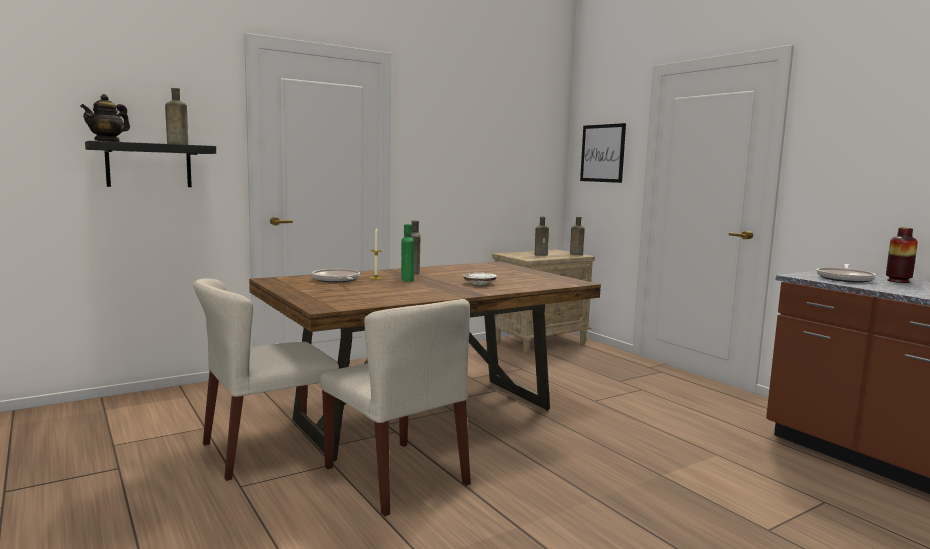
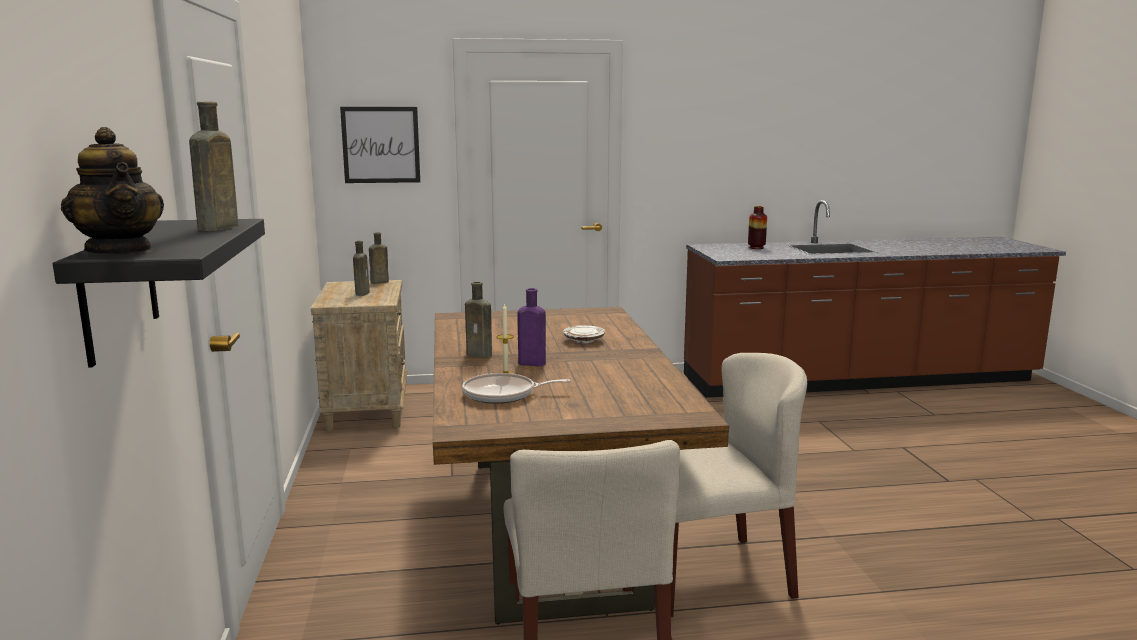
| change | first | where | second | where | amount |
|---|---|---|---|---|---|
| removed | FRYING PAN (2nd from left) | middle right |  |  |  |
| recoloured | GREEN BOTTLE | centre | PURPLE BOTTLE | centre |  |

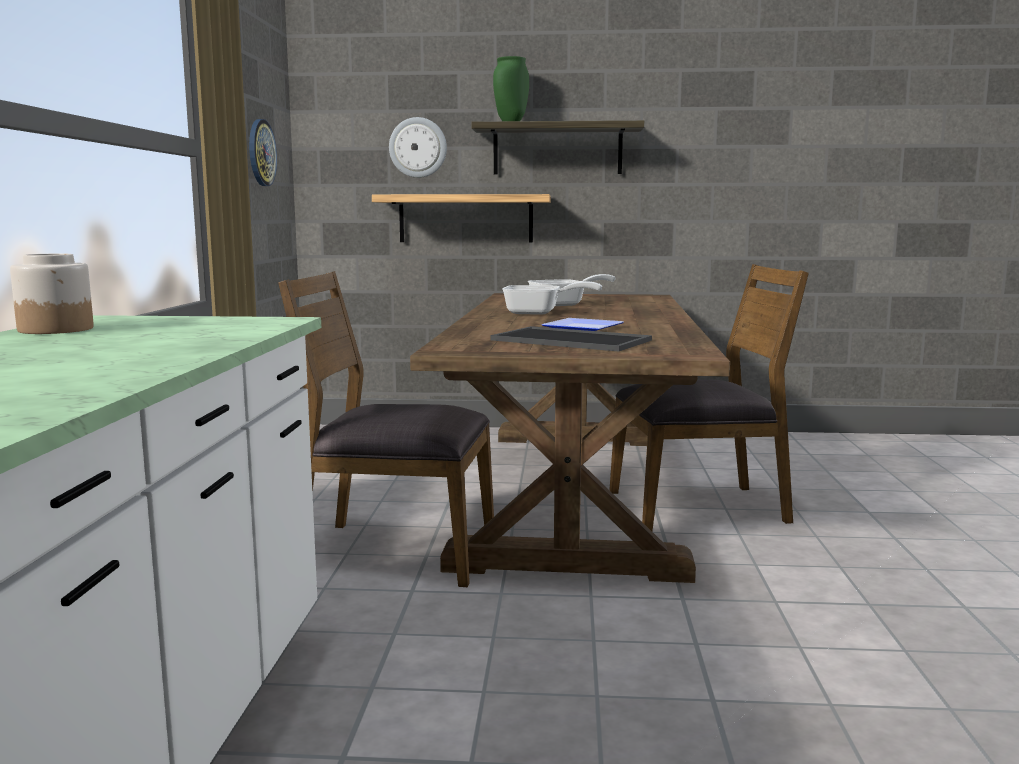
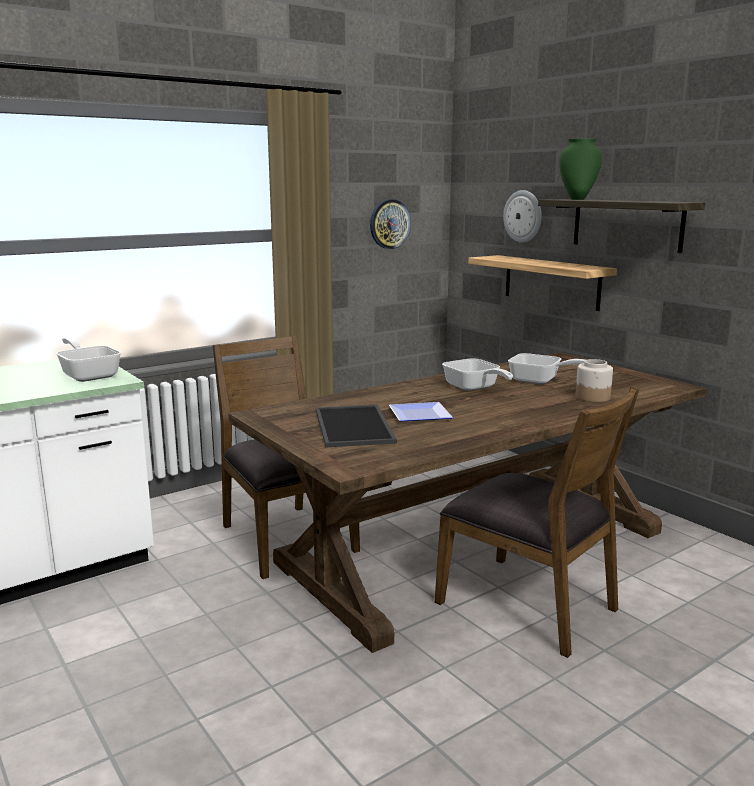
| change | first | where | second | where | amount |
|---|---|---|---|---|---|
| added |  |  | FRYING PAN (1st from left) | middle left |  |
| moved | JAR | middle left |  | middle right |  |

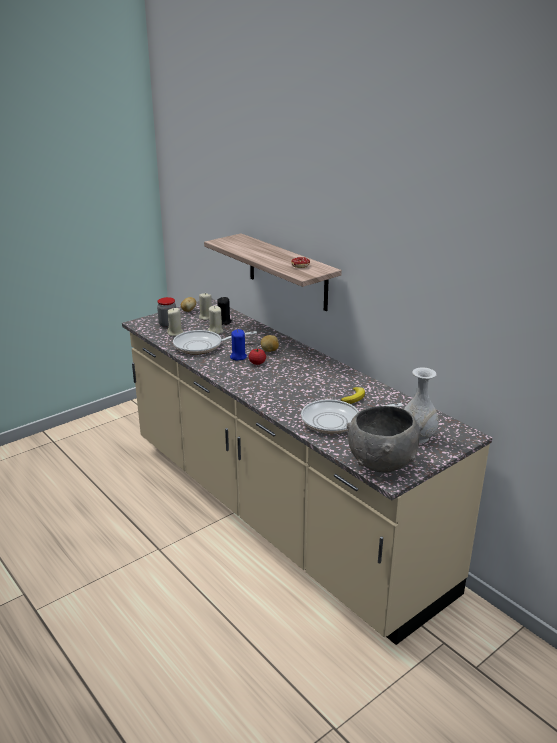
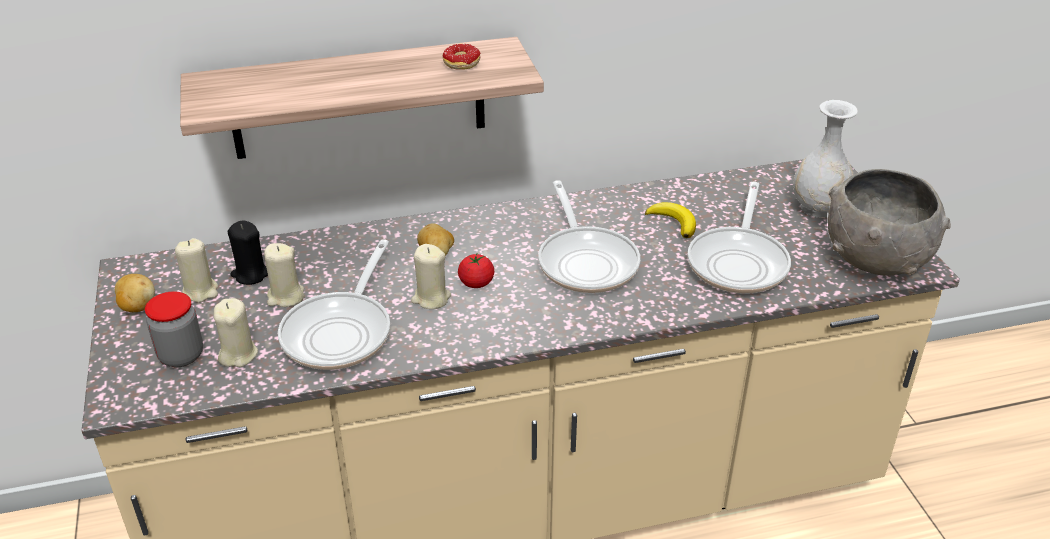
| change | first | where | second | where | amount |
|---|---|---|---|---|---|
| added |  |  | FRYING PAN (2nd from left) | centre |  |
| recoloured | BLUE CANDLE | centre | BEIGE CANDLE (4th from left) | centre |  |

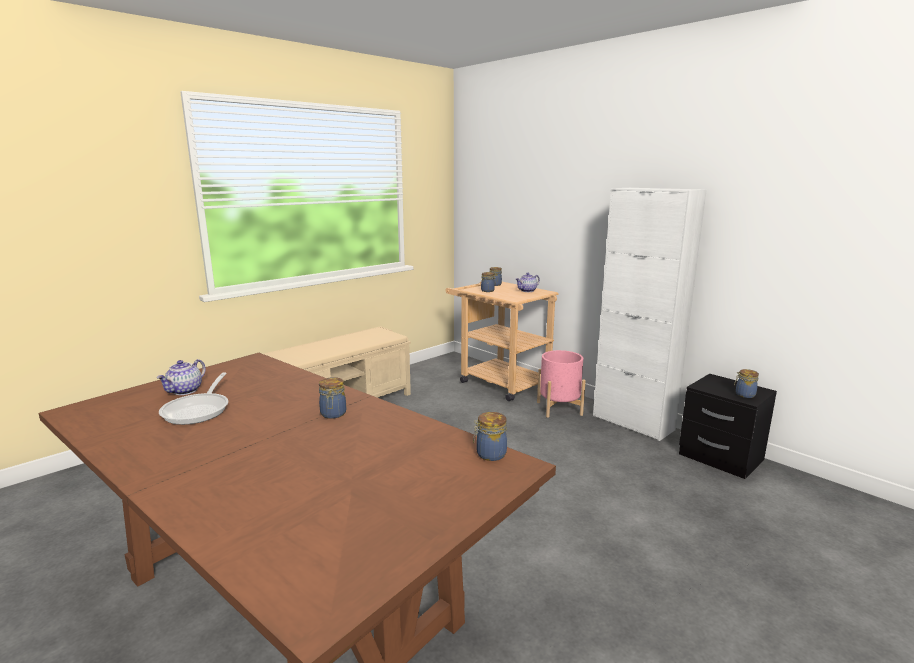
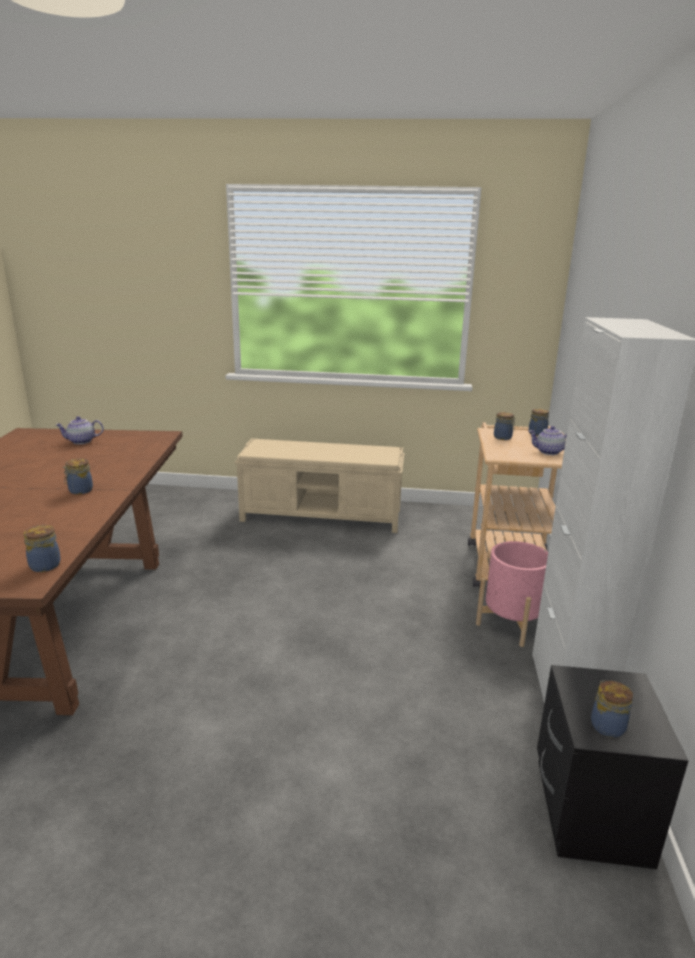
| change | first | where | second | where | amount |
|---|---|---|---|---|---|
| removed | FRYING PAN | middle left |  |  |  |

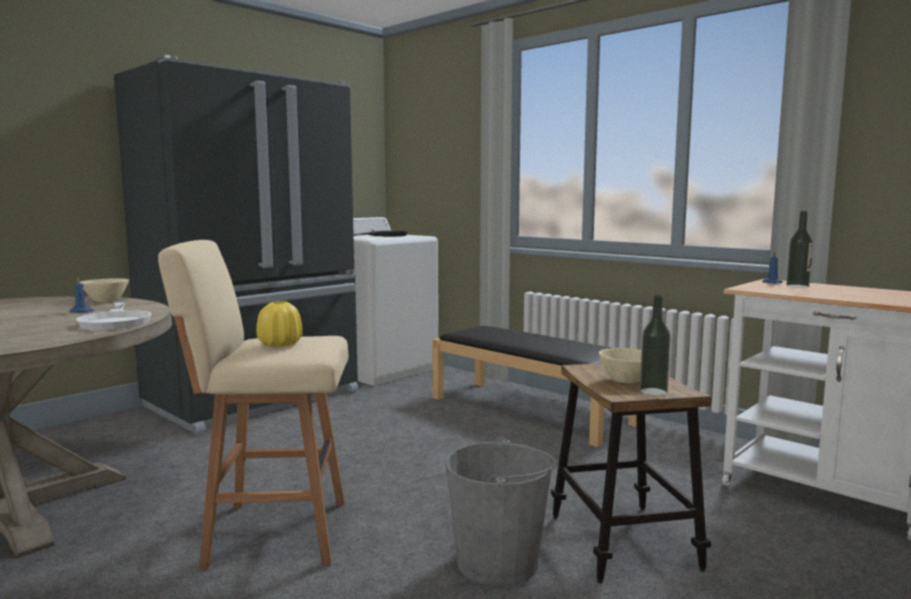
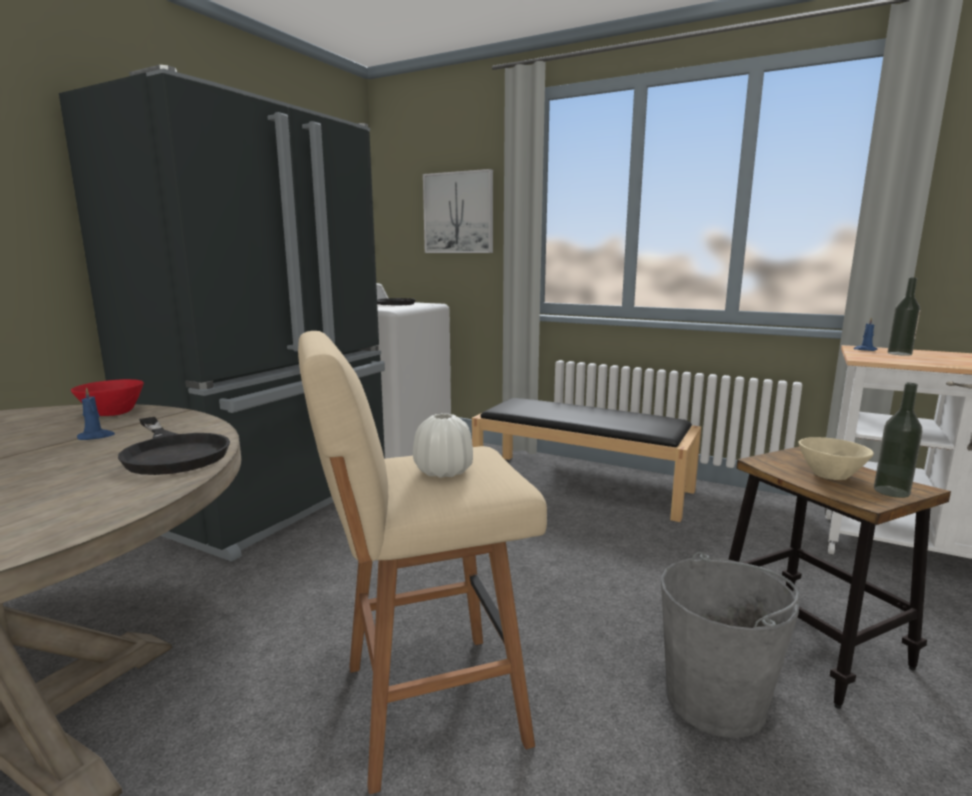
| change | first | where | second | where | amount |
|---|---|---|---|---|---|
| added |  |  | PICTURE | top centre |  |
| recoloured | WHITE FRYING PAN | middle left | BLACK FRYING PAN (1st from left) | middle left |  |
| recoloured | BEIGE BOWL (1st from left) | middle left | RED BOWL | middle left |  |
| recoloured | YELLOW VASE | middle left | WHITE VASE | centre |  |

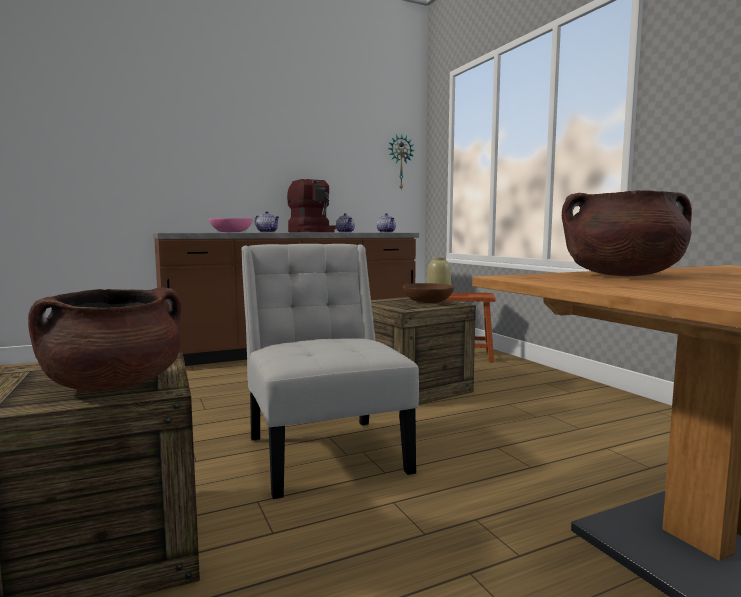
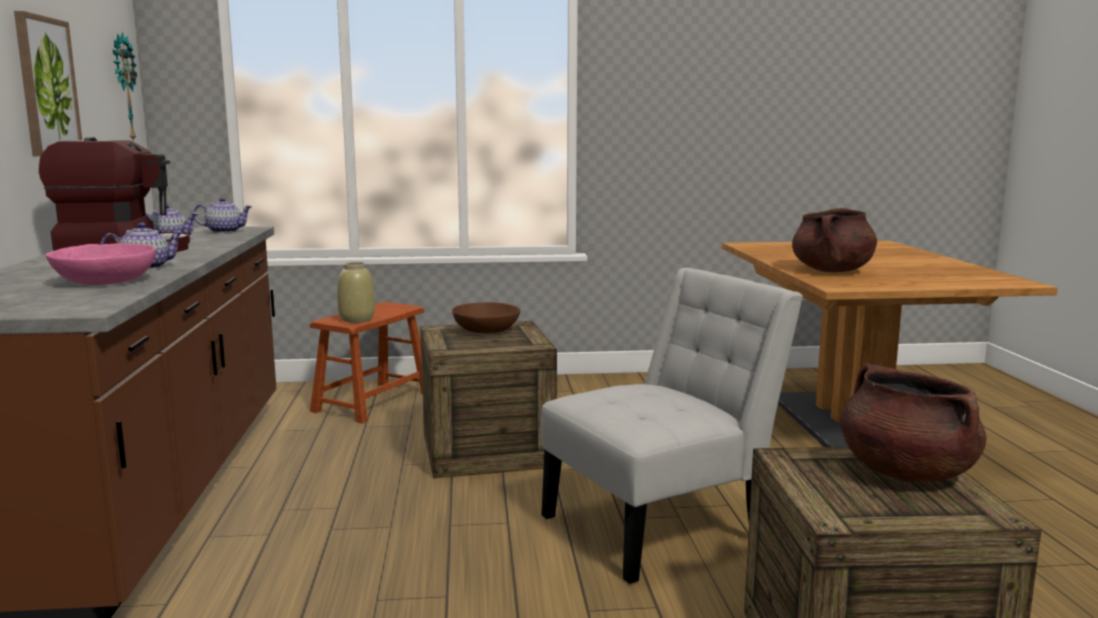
| change | first | where | second | where | amount |
|---|---|---|---|---|---|
| added |  |  | PICTURE | top left |  |
| turned | WHITE CHAIR | centre |  | bottom centre | 150 degrees clockwise |

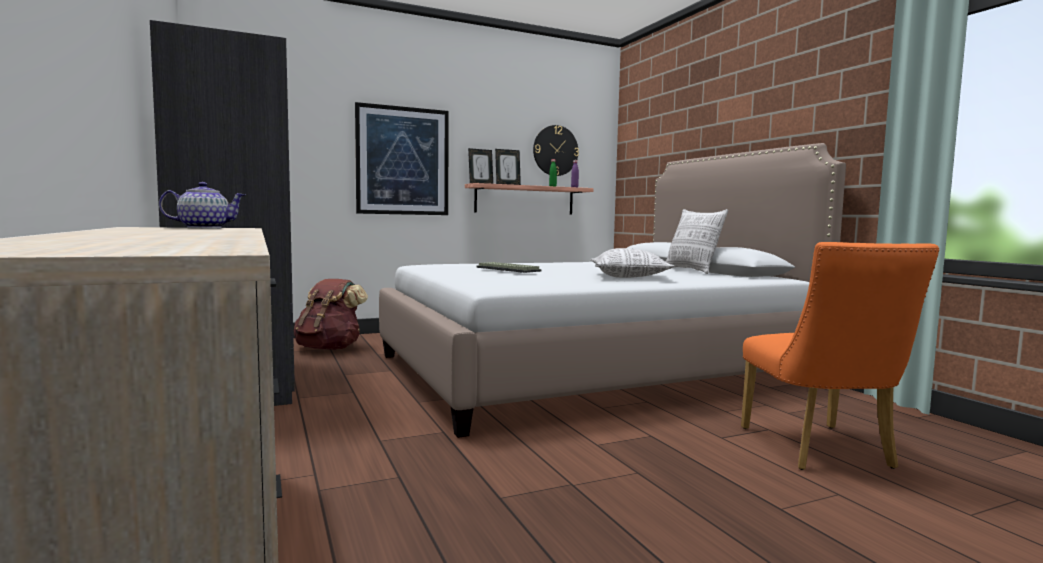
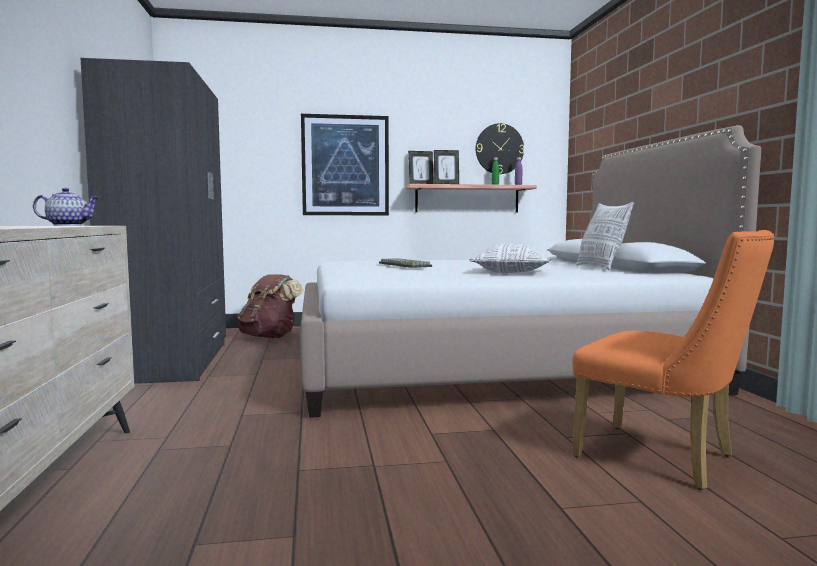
| change | first | where | second | where | amount |
|---|---|---|---|---|---|
| turned | ORANGE CHAIR | middle right |  | middle right | 60 degrees counterclockwise |

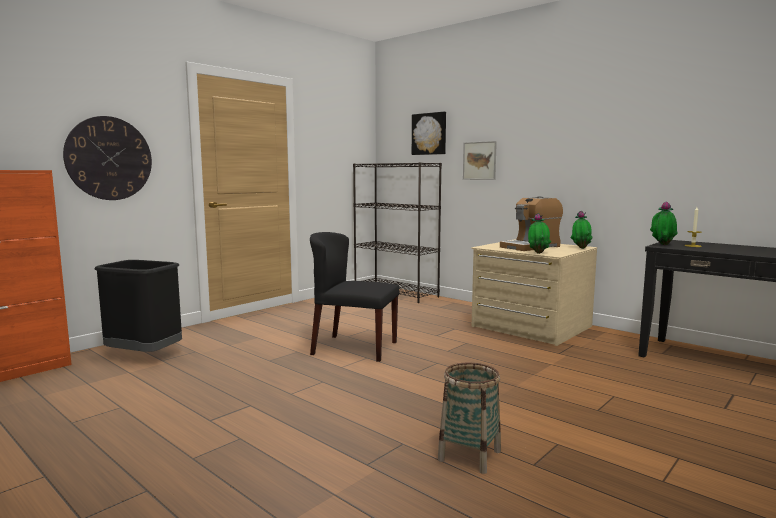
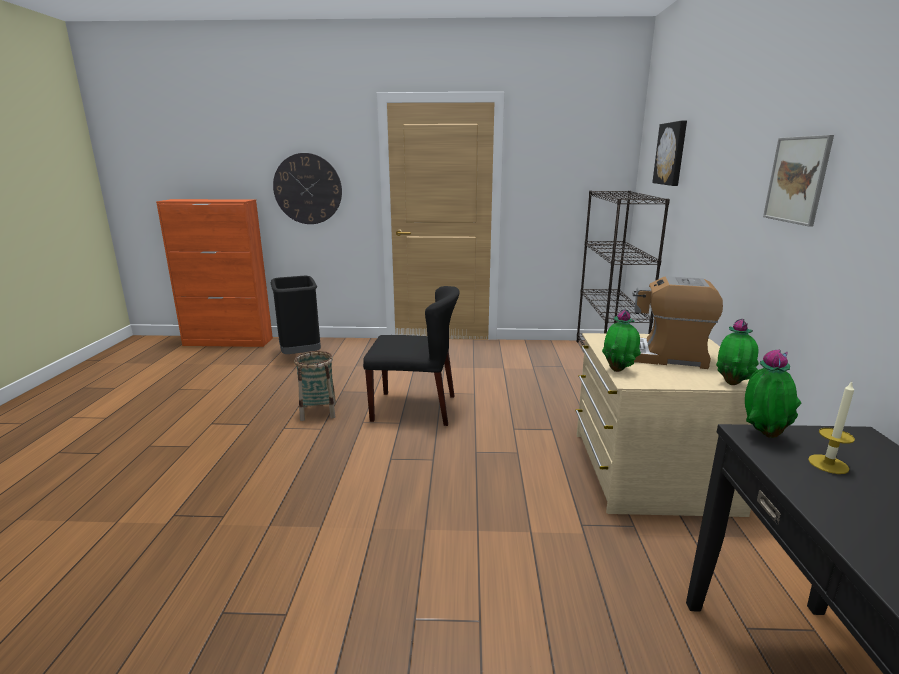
| change | first | where | second | where | amount |
|---|---|---|---|---|---|
| moved | BASKET | bottom centre |  | centre |  |
| moved | PICTURE (2nd from left) | top centre |  | top right |  |
| turned | BLACK CHAIR | centre |  | centre | 120 degrees clockwise |

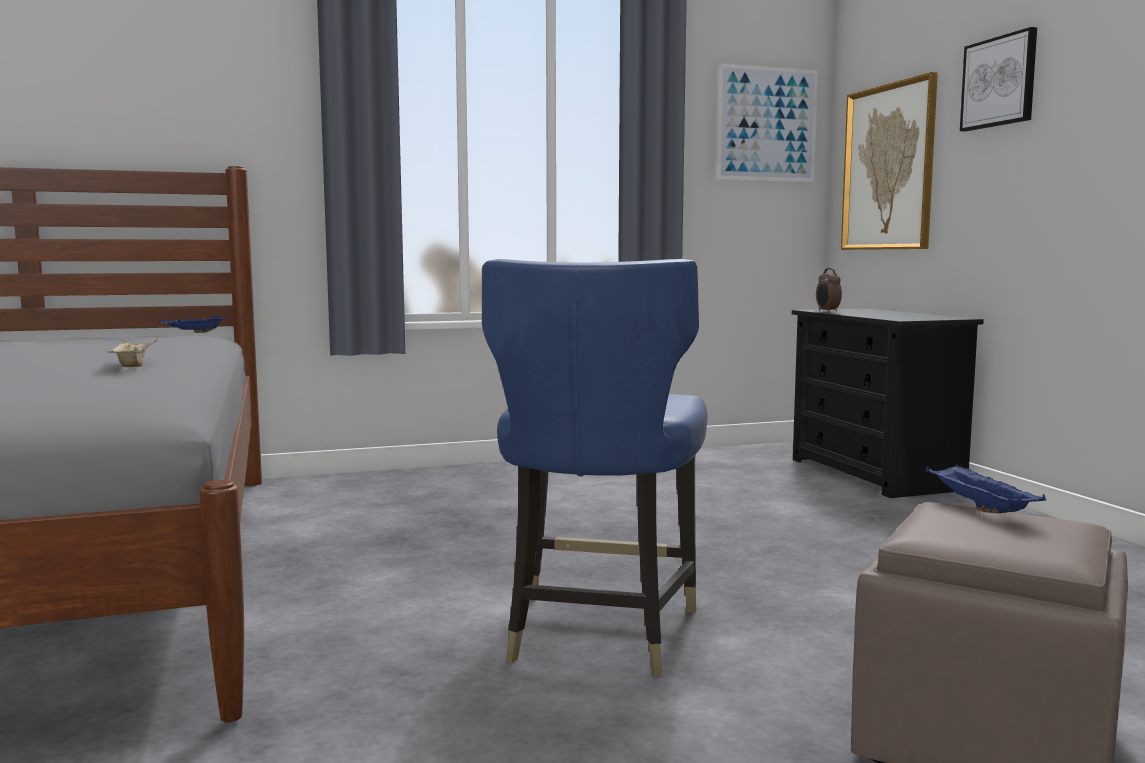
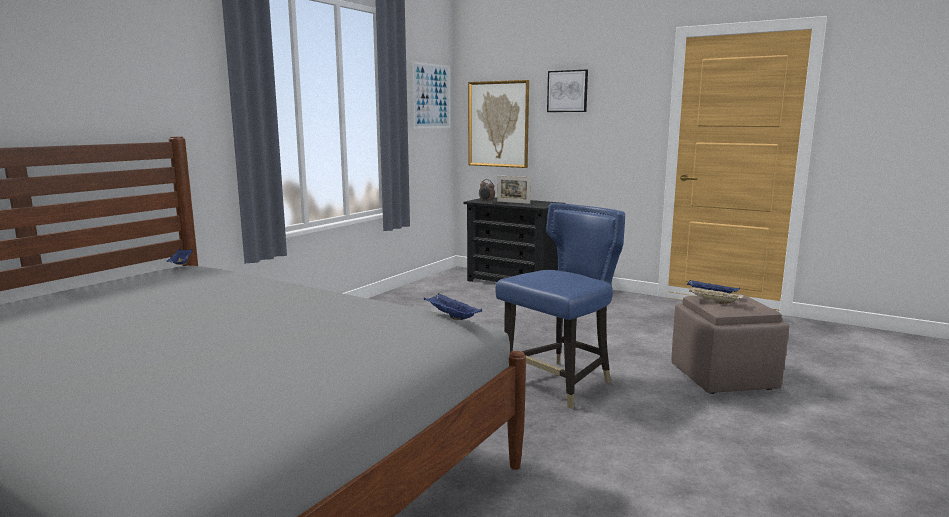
| change | first | where | second | where | amount |
|---|---|---|---|---|---|
| added |  |  | BLUE TRAY (2nd from left) | centre |  |
| added |  |  | PICTURE FRAME | centre |  |
| moved | BEIGE TRAY | middle left |  | middle right |  |
| turned | BLUE CHAIR | centre |  | centre | 105 degrees counterclockwise |

